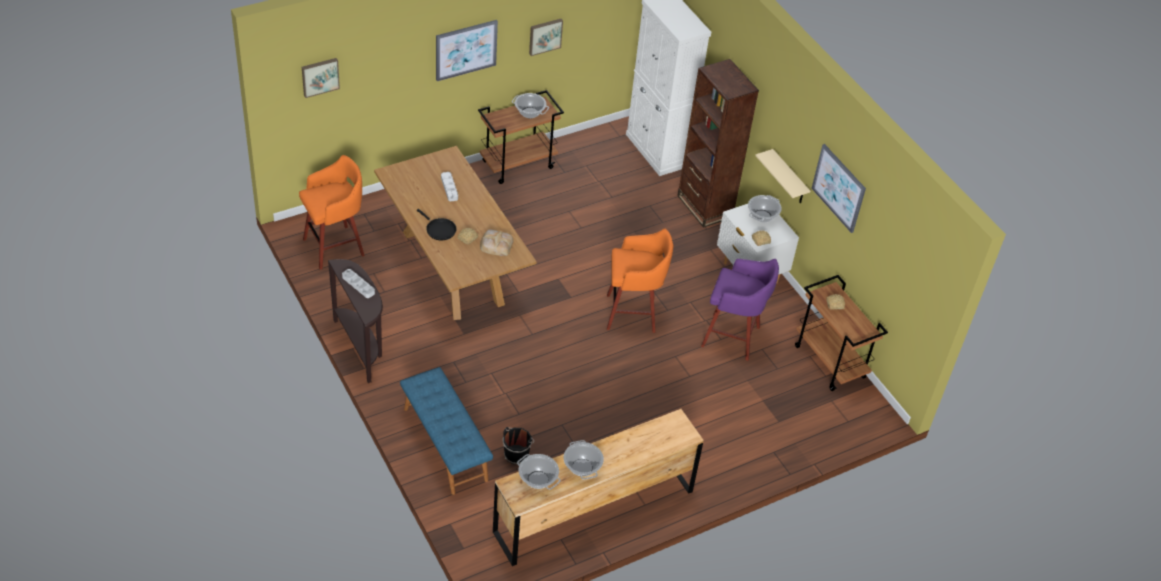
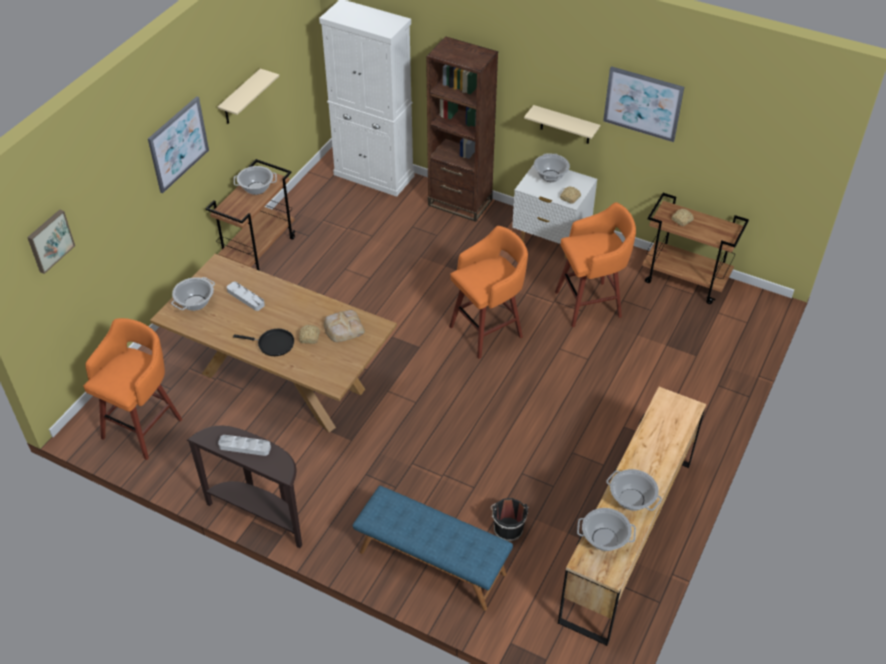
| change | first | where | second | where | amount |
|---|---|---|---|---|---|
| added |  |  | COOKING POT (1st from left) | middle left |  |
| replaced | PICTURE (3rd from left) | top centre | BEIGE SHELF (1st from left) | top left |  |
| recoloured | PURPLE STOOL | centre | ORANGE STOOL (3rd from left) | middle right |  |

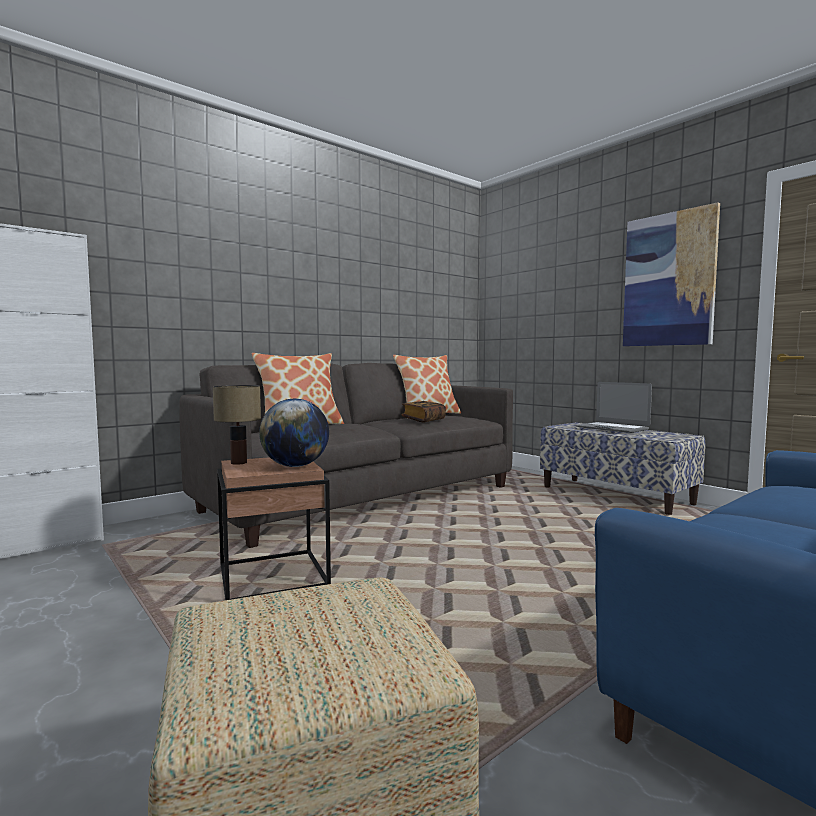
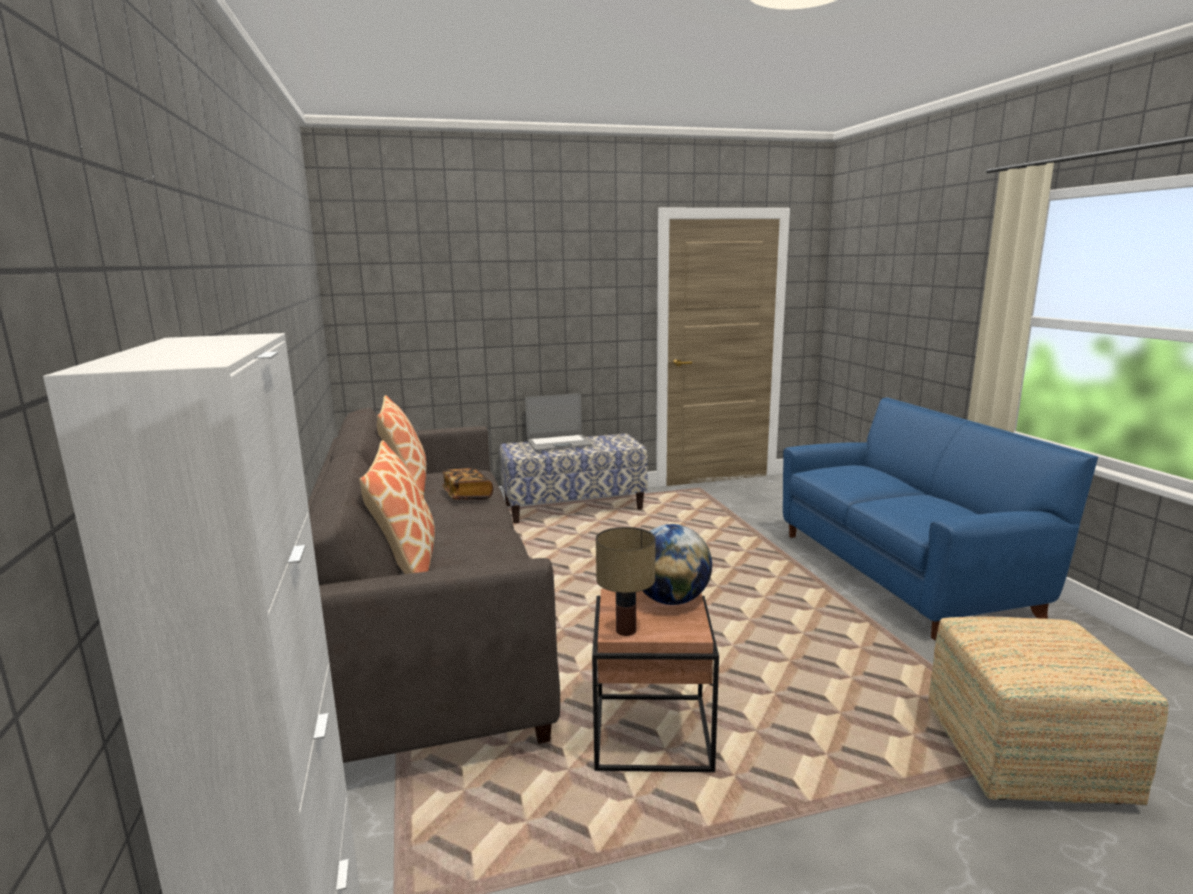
| change | first | where | second | where | amount |
|---|---|---|---|---|---|
| removed | PICTURE | middle right |  |  |  |

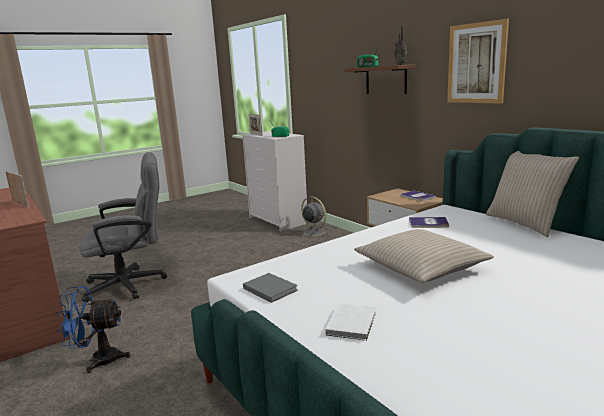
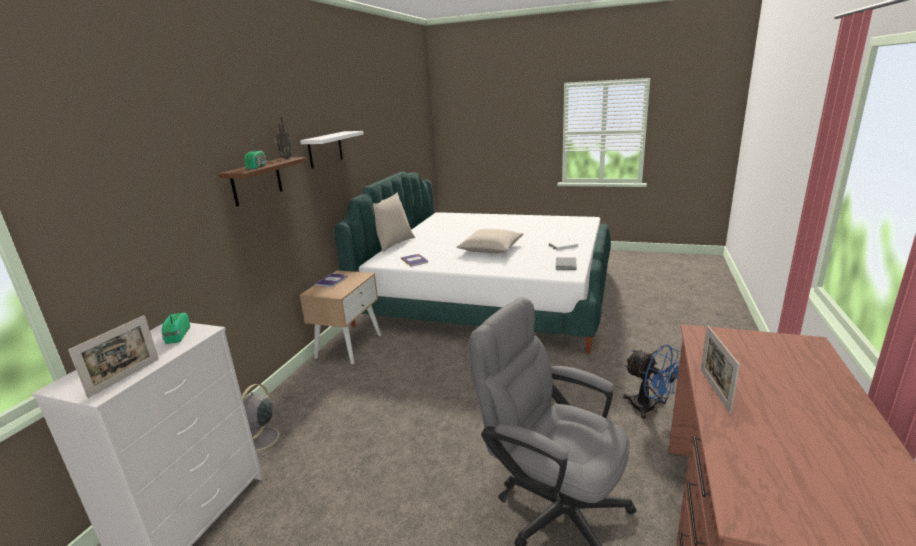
| change | first | where | second | where | amount |
|---|---|---|---|---|---|
| replaced | PICTURE | top right | WHITE SHELF | top centre |  |

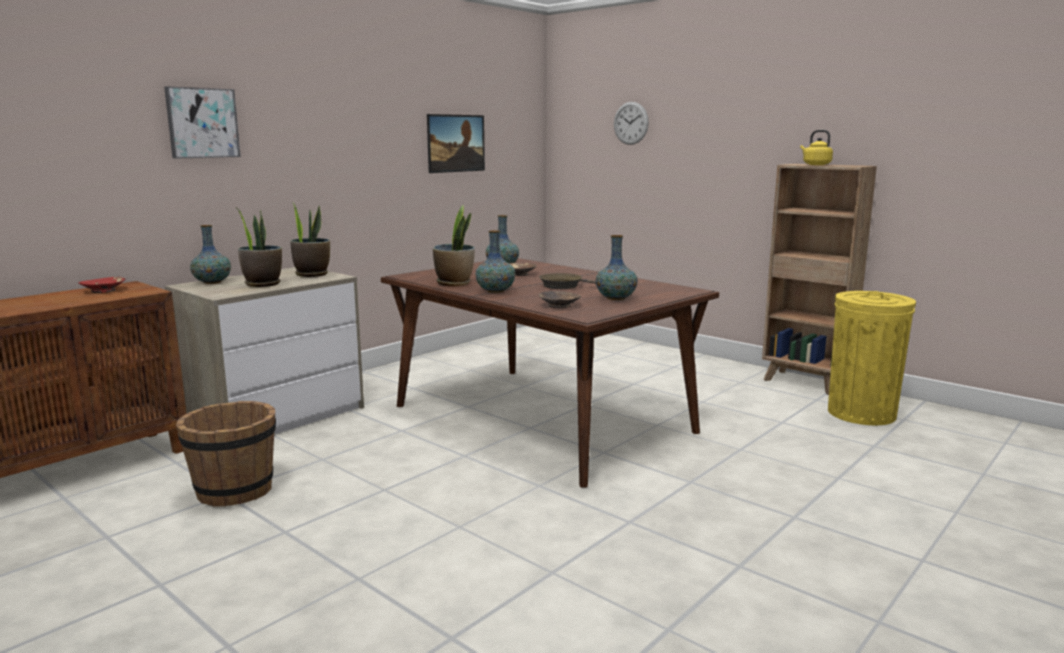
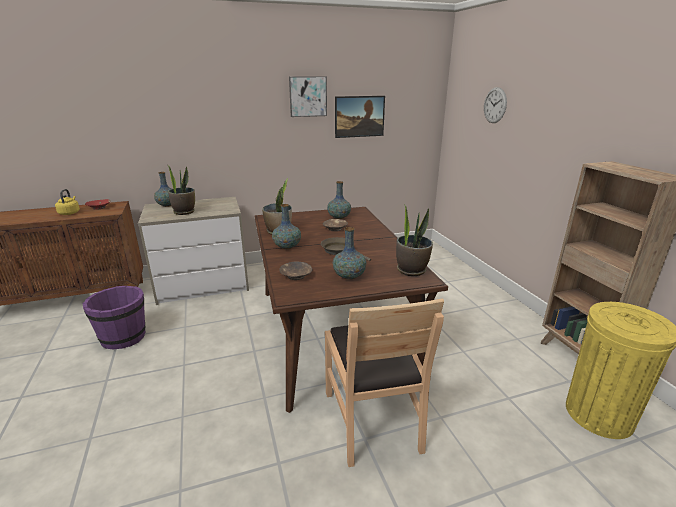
| change | first | where | second | where | amount |
|---|---|---|---|---|---|
| added |  |  | BROWN CHAIR | bottom centre |  |
| moved | PICTURE (1st from left) | top left |  | top centre |  |
| moved | POTTED PLANT (2nd from left in the first image) | middle left | POTTED PLANT (3rd from left) | centre |  |
| moved | YELLOW KETTLE | top right |  | middle left |  |
| recoloured | BROWN BUCKET | bottom left | PURPLE BUCKET | middle left |  |

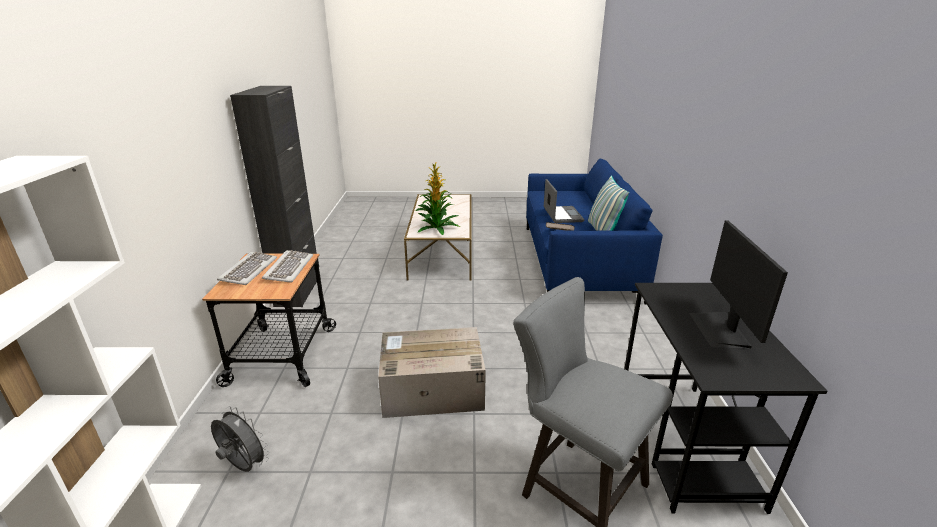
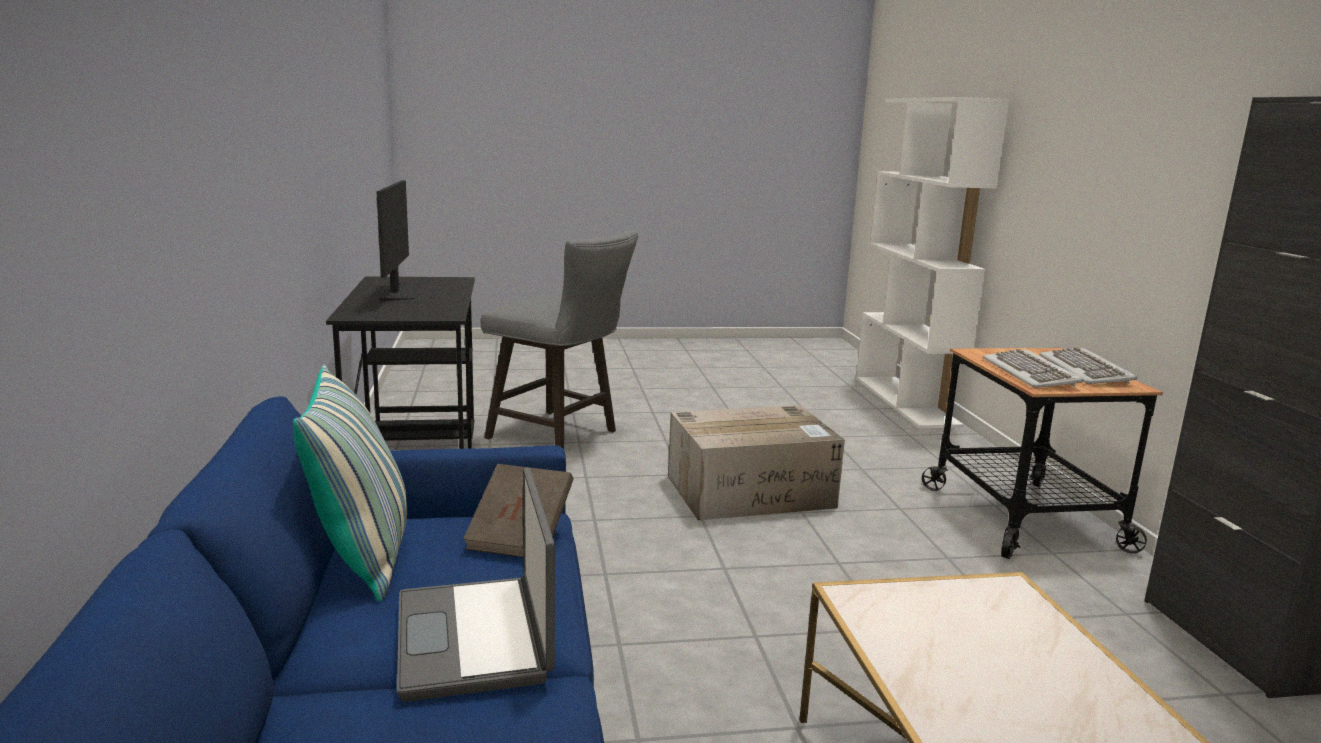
| change | first | where | second | where | amount |
|---|---|---|---|---|---|
| removed | GREY FAN | bottom left |  |  |  |
| removed | POTTED PLANT | centre |  |  |  |

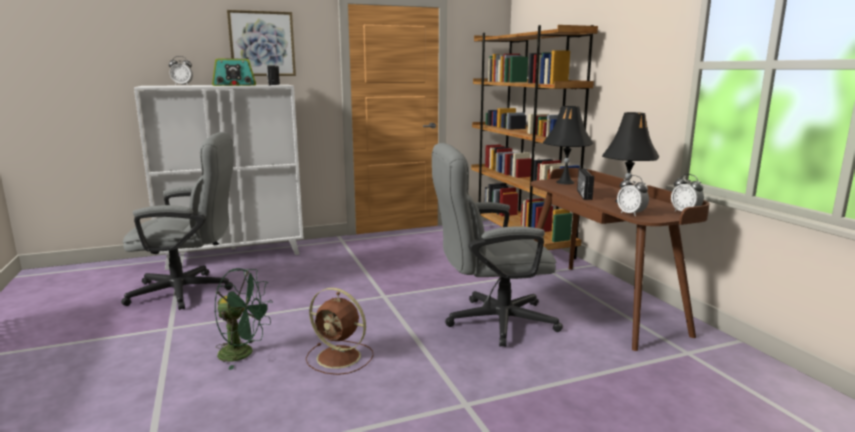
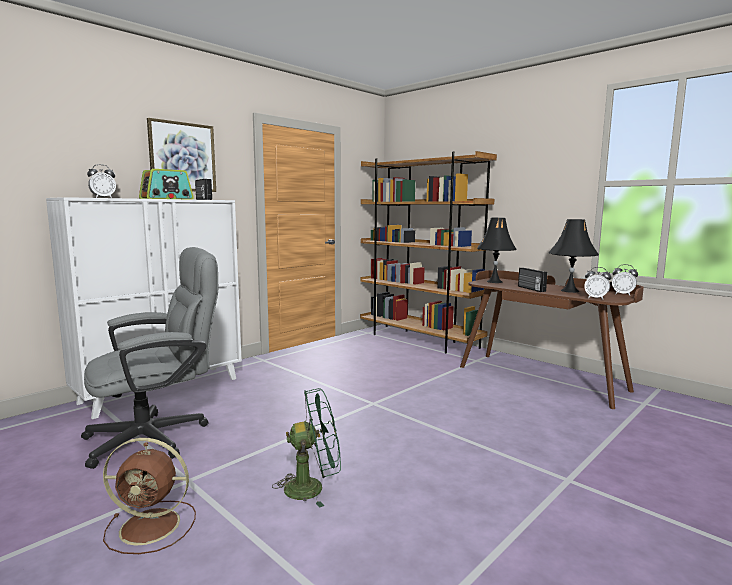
| change | first | where | second | where | amount |
|---|---|---|---|---|---|
| removed | GREY OFFICE CHAIR (2nd from left) | centre |  |  |  |
| moved | BROWN FAN | bottom centre |  | bottom left |  |

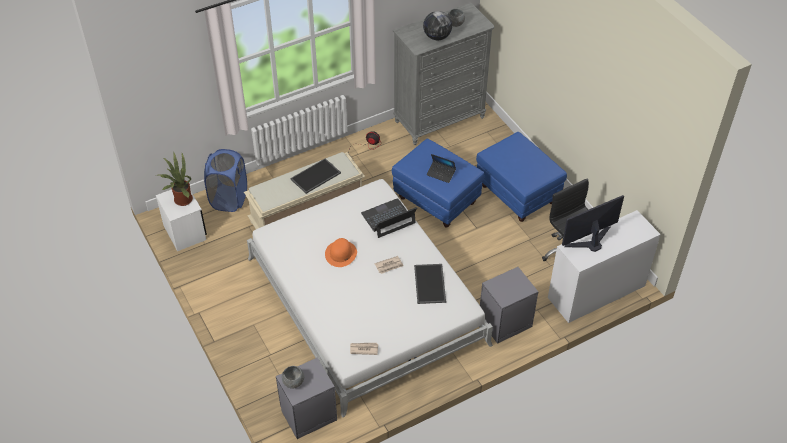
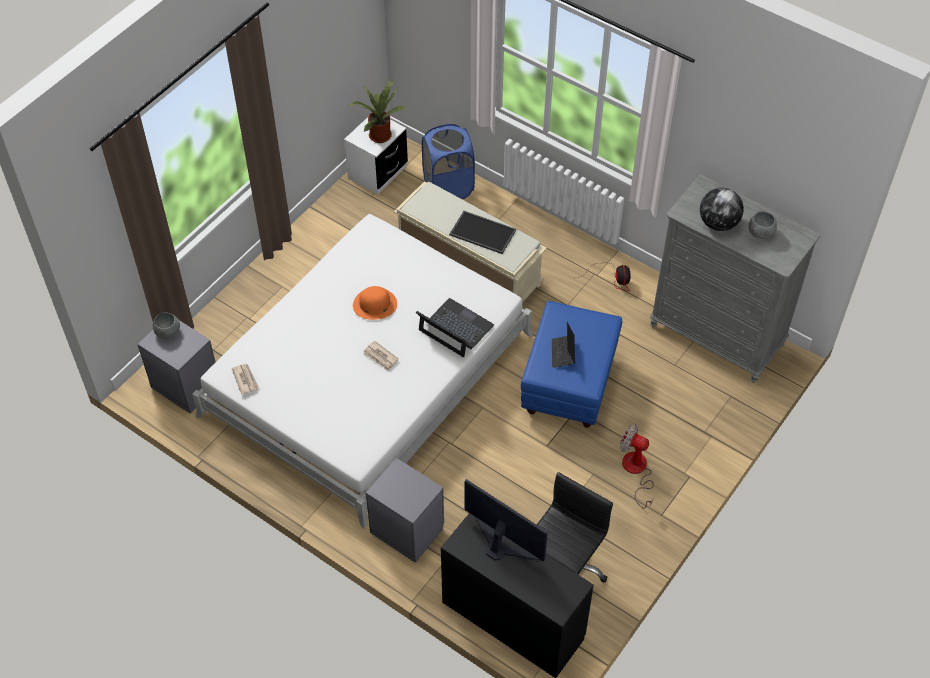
| change | first | where | second | where | amount |
|---|---|---|---|---|---|
| removed | TRAY (2nd from left) | centre |  |  |  |
| replaced | BLUE OTTOMAN (2nd from left) | centre | FAN (2nd from left) | bottom right |  |
| recoloured | WHITE DESK | middle right | BLACK DESK | bottom centre |  |

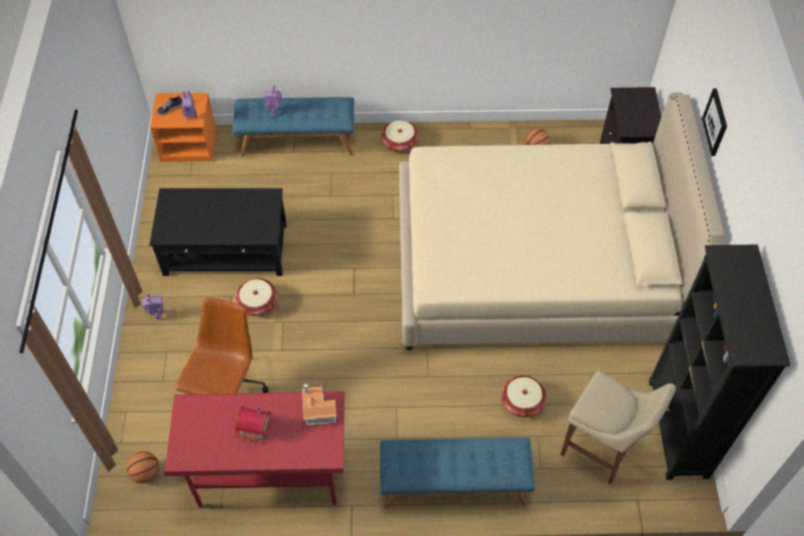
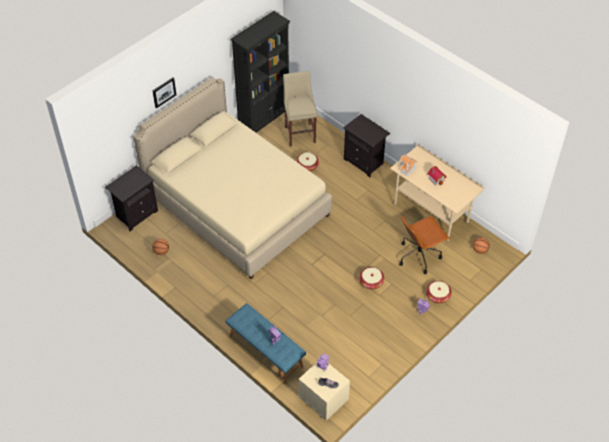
| change | first | where | second | where | amount |
|---|---|---|---|---|---|
| removed | BLACK COFFEE TABLE | middle left |  |  |  |
| moved | BASKET (2nd from left in the first image) | top centre | BASKET (3rd from left) | middle right |  |
| replaced | BLUE BENCH (2nd from left) | bottom centre | BLACK NIGHTSTAND (2nd from left) | top centre |  |
| recoloured | ORANGE NIGHTSTAND | top left | BEIGE NIGHTSTAND | bottom centre |  |
| recoloured | RED DESK | bottom left | BEIGE DESK | middle right |  |

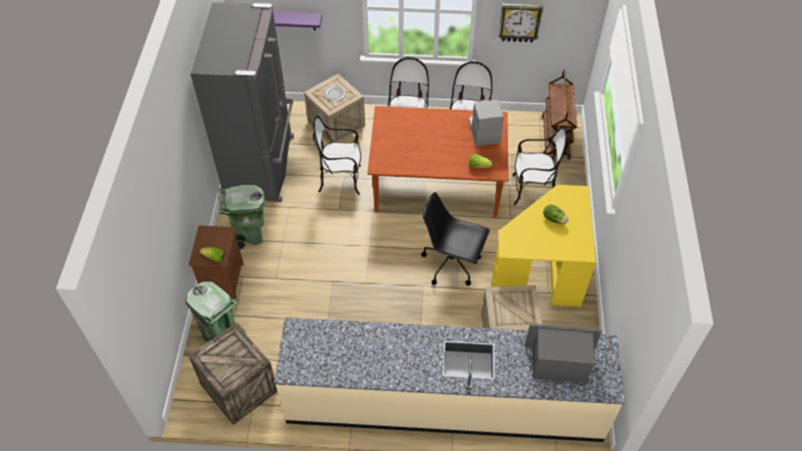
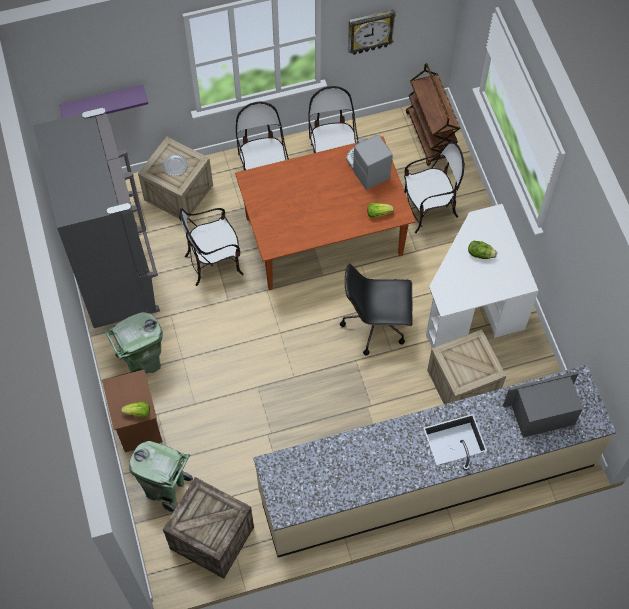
| change | first | where | second | where | amount |
|---|---|---|---|---|---|
| recoloured | YELLOW DESK | middle right | WHITE DESK | middle right |  |

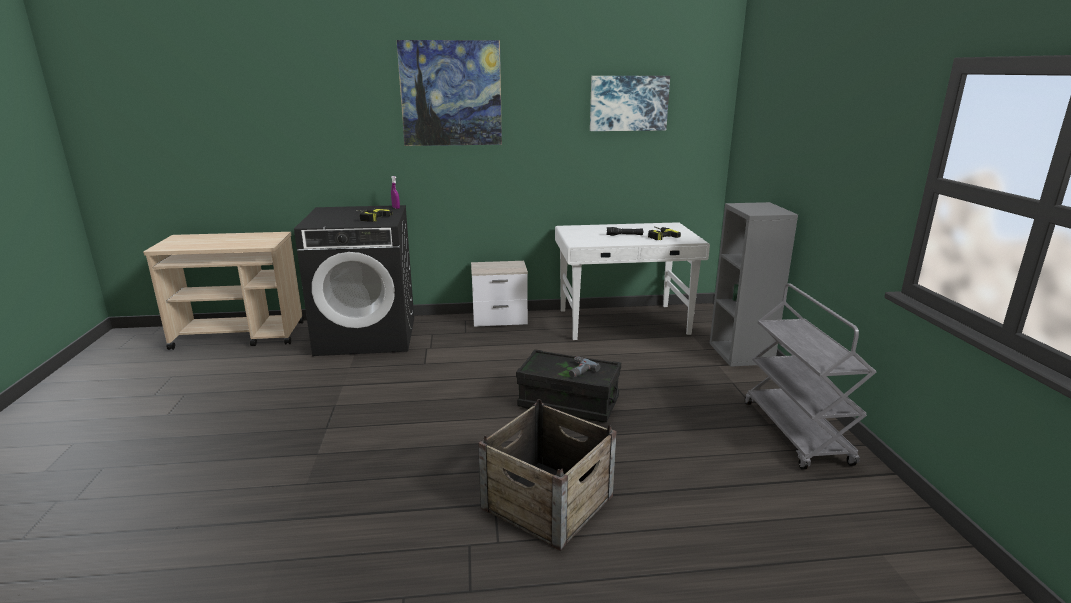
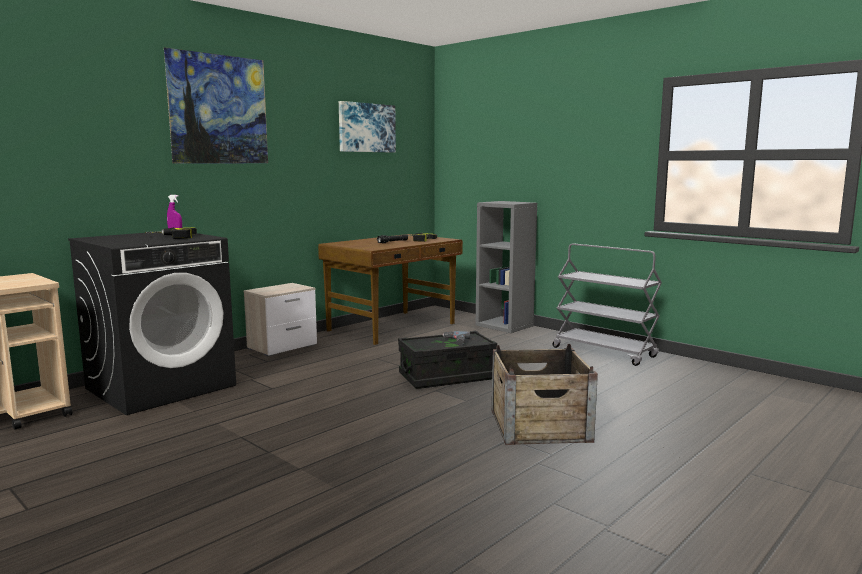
| change | first | where | second | where | amount |
|---|---|---|---|---|---|
| recoloured | WHITE DESK | centre | BROWN DESK | centre |  |

